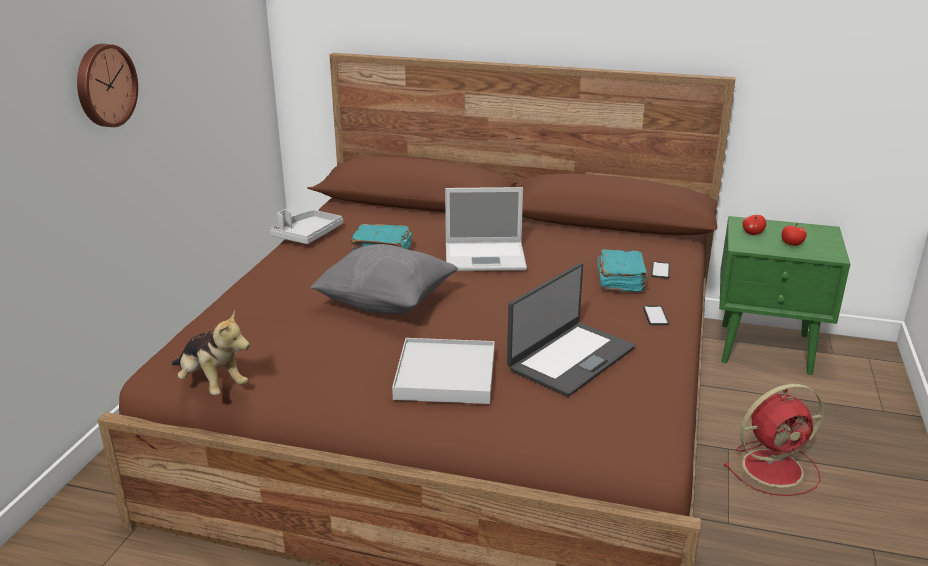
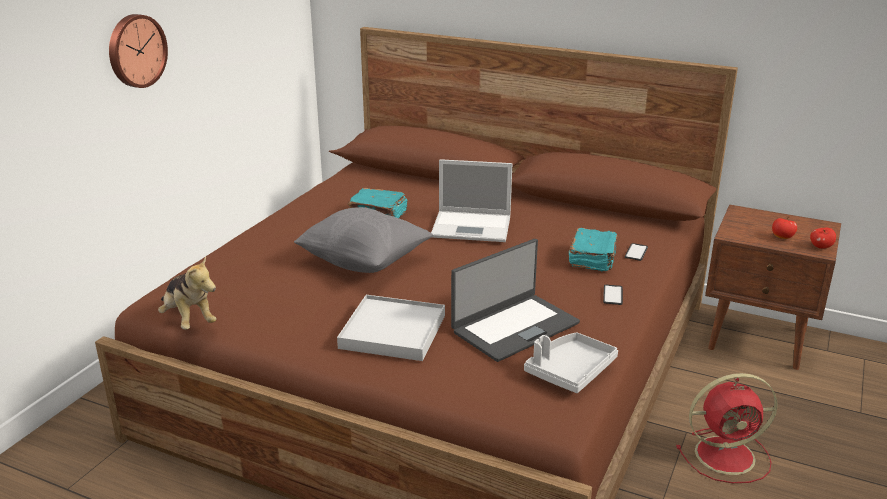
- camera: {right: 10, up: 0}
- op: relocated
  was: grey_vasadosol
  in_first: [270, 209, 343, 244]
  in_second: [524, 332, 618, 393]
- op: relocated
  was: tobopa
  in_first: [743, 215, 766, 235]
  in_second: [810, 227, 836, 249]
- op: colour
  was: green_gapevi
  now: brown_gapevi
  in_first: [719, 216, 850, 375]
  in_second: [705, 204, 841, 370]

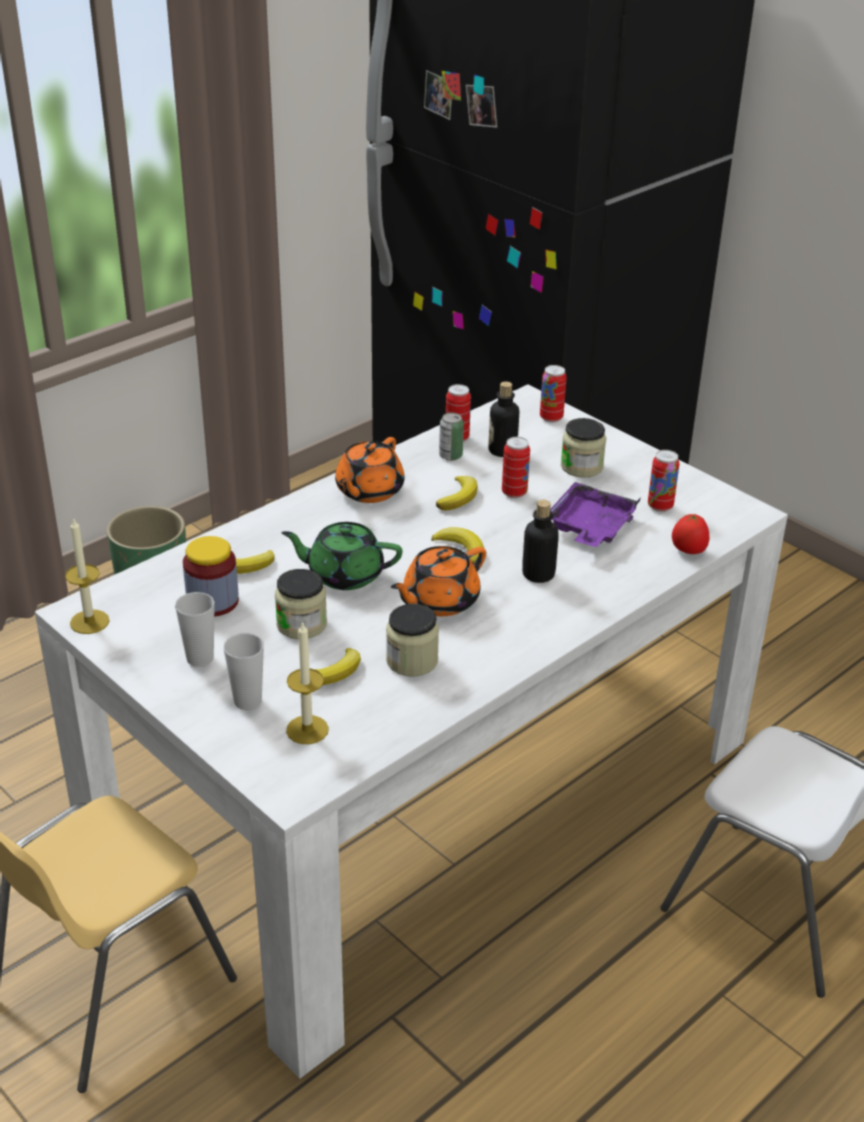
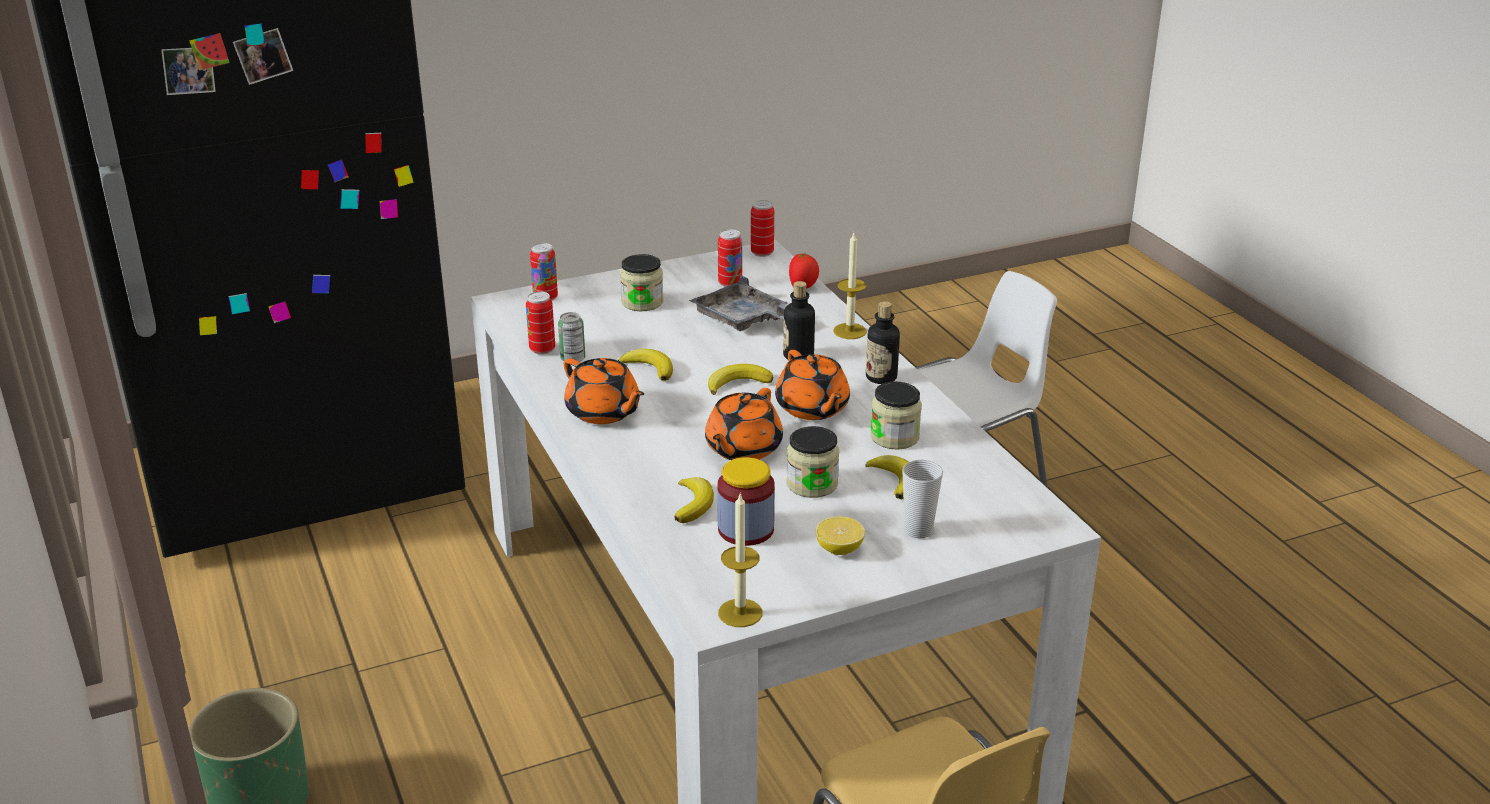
- camera: {right: -70, up: -5}
- op: relocated
  was: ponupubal
  in_first: [488, 381, 519, 457]
  in_second: [866, 301, 900, 384]
- op: relocated
  was: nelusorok
  in_first: [502, 437, 530, 498]
  in_second: [751, 200, 774, 257]
- op: colour
  was: purple_vasadosol
  now: grey_vasadosol
  in_first: [550, 482, 641, 547]
  in_second: [689, 275, 788, 331]
- op: colour
  was: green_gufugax
  now: orange_gufugax
  in_first: [281, 522, 402, 590]
  in_second: [705, 388, 783, 460]
- op: exchanged
  was: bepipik
  now: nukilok
  in_first: [175, 592, 215, 667]
  in_second: [815, 516, 865, 555]
- op: relocated
  was: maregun
  in_first: [286, 621, 329, 744]
  in_second: [833, 233, 867, 339]

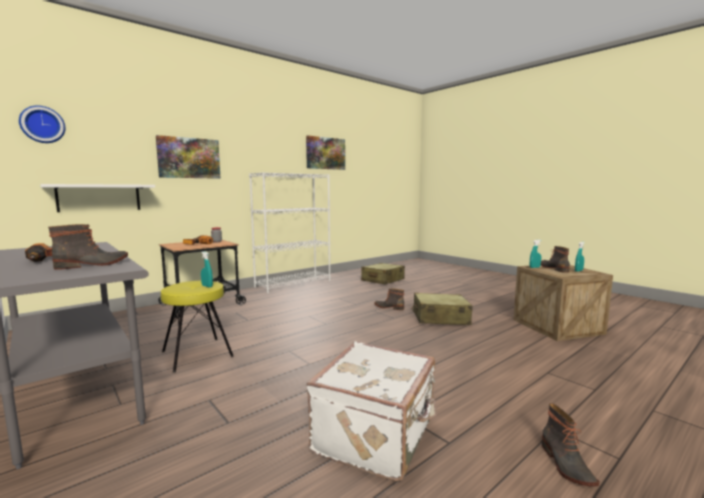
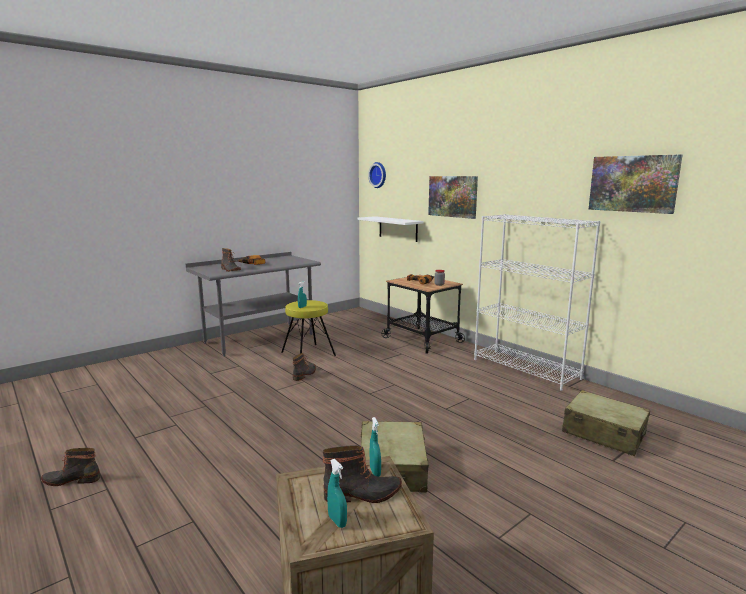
- camera: {right: 90, up: 5}
- op: relocated
  was: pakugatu
  in_first: [375, 288, 404, 310]
  in_second: [293, 353, 316, 381]
- op: missing
  was: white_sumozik
  in_first: [307, 341, 437, 481]

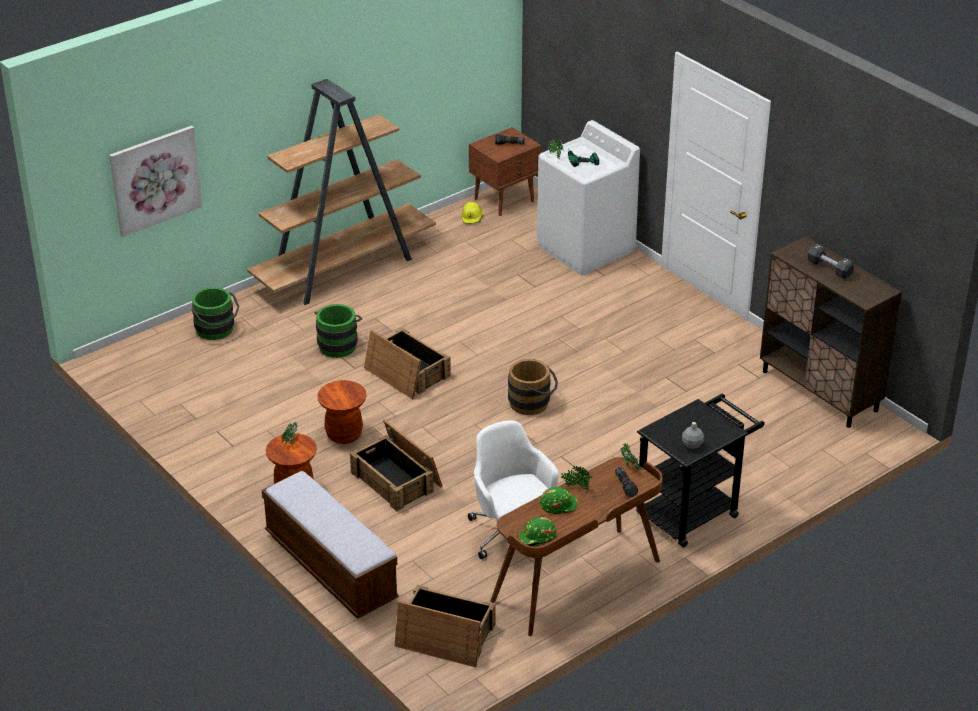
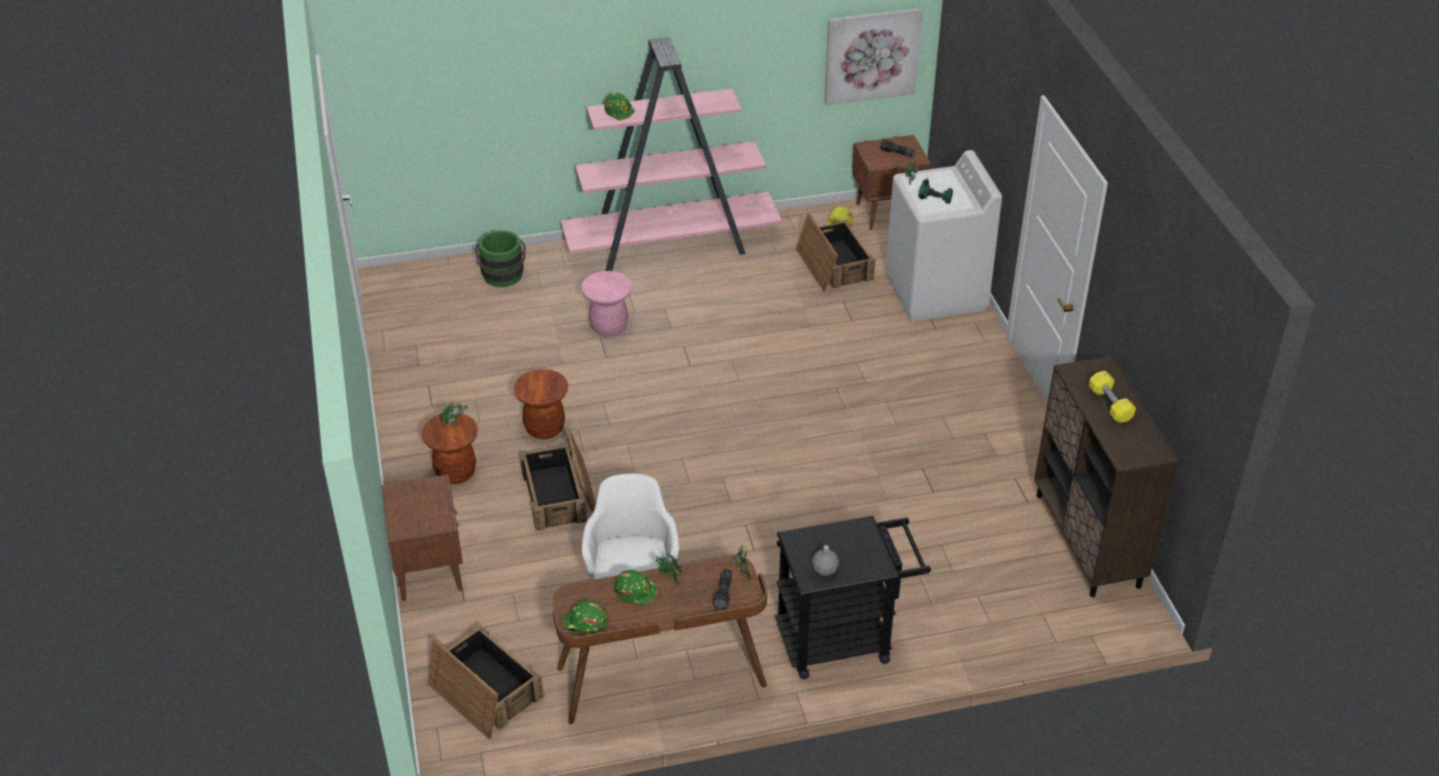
- camera: {right: 25, up: 5}
- op: colour
  was: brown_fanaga
  now: pink_fanaga
  in_first: [247, 79, 436, 305]
  in_second: [561, 37, 782, 271]
- op: relocated
  was: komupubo
  in_first: [109, 126, 202, 237]
  in_second: [824, 8, 923, 105]
- op: colour
  was: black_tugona
  now: yellow_tugona
  in_first: [807, 244, 854, 279]
  in_second: [1089, 371, 1136, 423]
- op: exchanged
  was: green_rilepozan
  now: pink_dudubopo
  in_first: [315, 304, 362, 358]
  in_second: [581, 271, 632, 336]
- op: relocated
  was: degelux
  in_first: [364, 328, 451, 400]
  in_second: [796, 213, 875, 292]
- op: missing
  was: brown_rilepozan
  in_first: [508, 359, 558, 415]
- op: exchanged
  was: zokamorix
  now: brown_gapevi
  in_first: [262, 471, 399, 619]
  in_second: [381, 474, 463, 601]
- op: appeared
  now: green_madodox
  in_second: [604, 93, 635, 121]

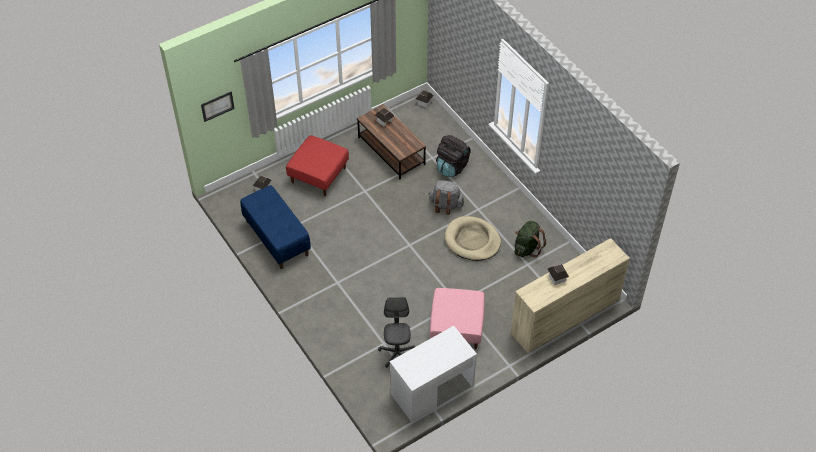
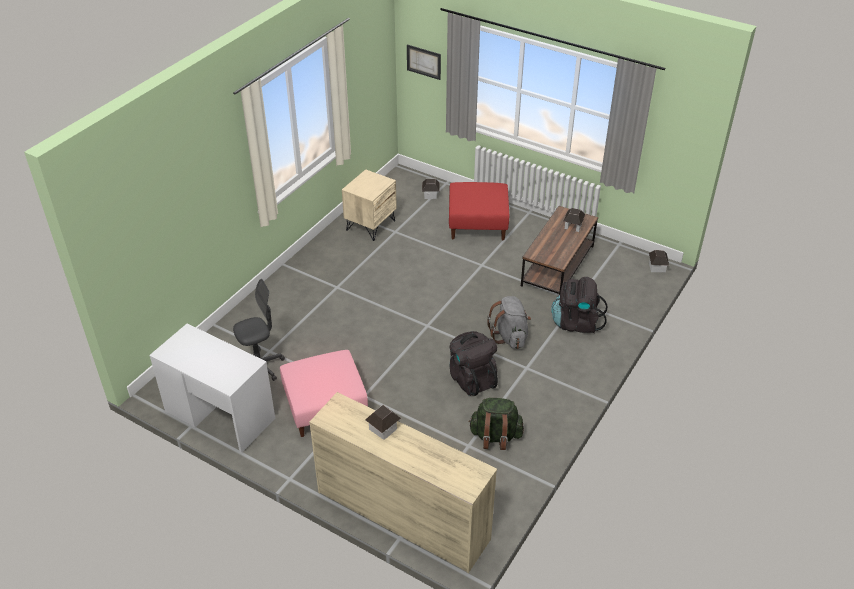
- camera: {right: 65, up: -10}
- op: exchanged
  was: blue_zokamorix
  now: beige_gapevi
  in_first: [240, 185, 311, 269]
  in_second: [342, 169, 397, 241]
- op: exchanged
  was: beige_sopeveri
  now: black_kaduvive
  in_first: [445, 216, 501, 261]
  in_second: [449, 331, 498, 396]

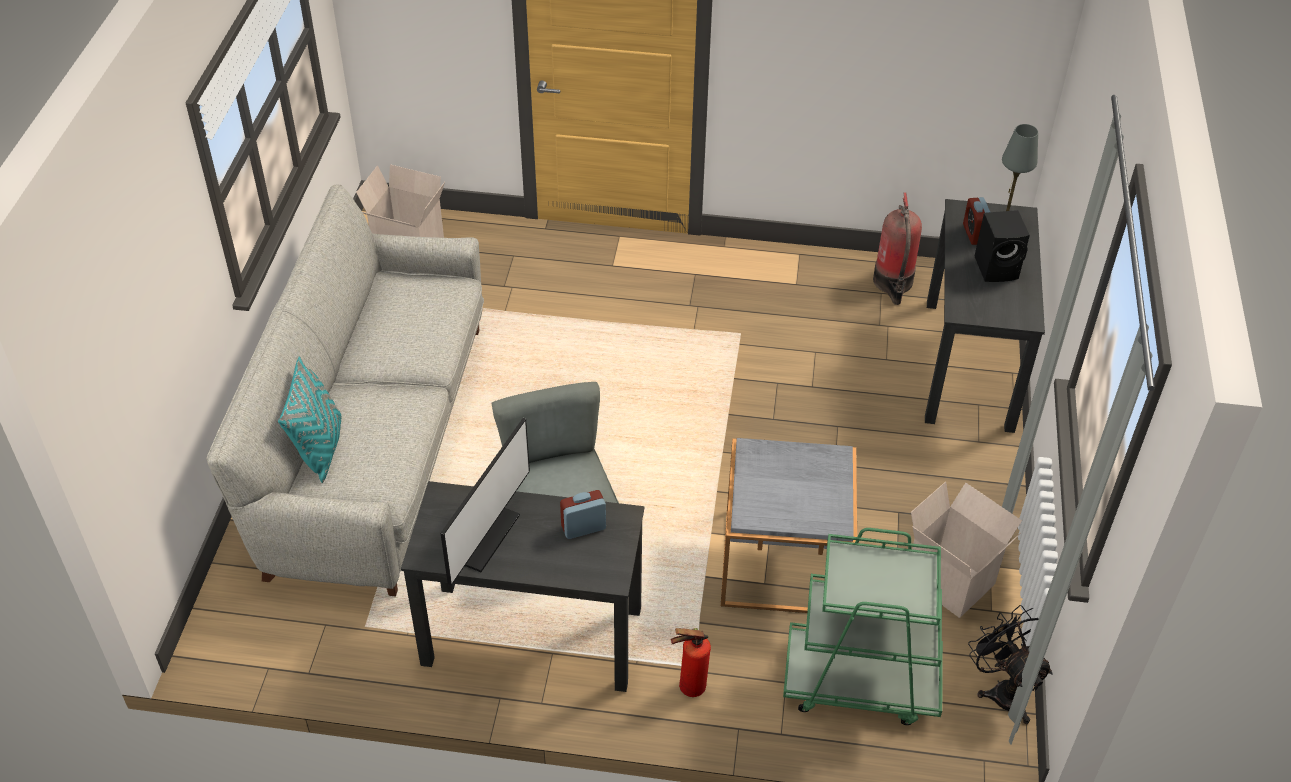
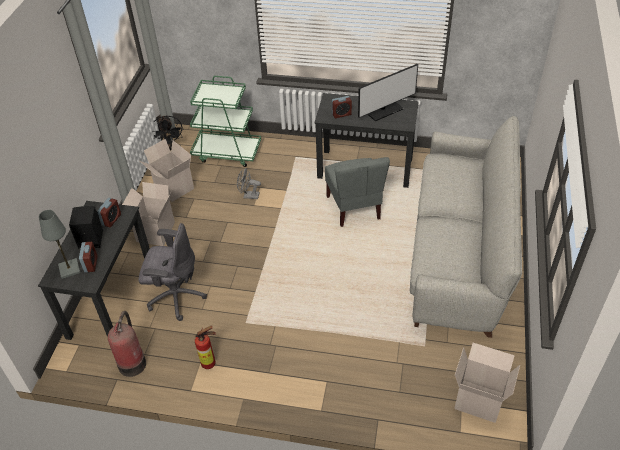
- camera: {right: -175, up: 0}
- op: missing
  was: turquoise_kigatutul
  in_first: [278, 356, 342, 483]
- op: spun
  was: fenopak
  in_first: [440, 418, 530, 586]
  in_second: [358, 64, 418, 122]
  clockwise: -150
- op: exchanged
  was: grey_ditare
  now: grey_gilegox
  in_first: [721, 438, 857, 613]
  in_second: [237, 168, 261, 199]
- op: relocated
  was: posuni
  in_first: [671, 628, 711, 697]
  in_second: [195, 326, 216, 369]
- op: appeared
  now: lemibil
  in_second: [122, 182, 175, 246]
- op: appeared
  now: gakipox
  in_second: [97, 198, 121, 227]
- op: appeared
  now: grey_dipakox
  in_second: [139, 223, 207, 321]

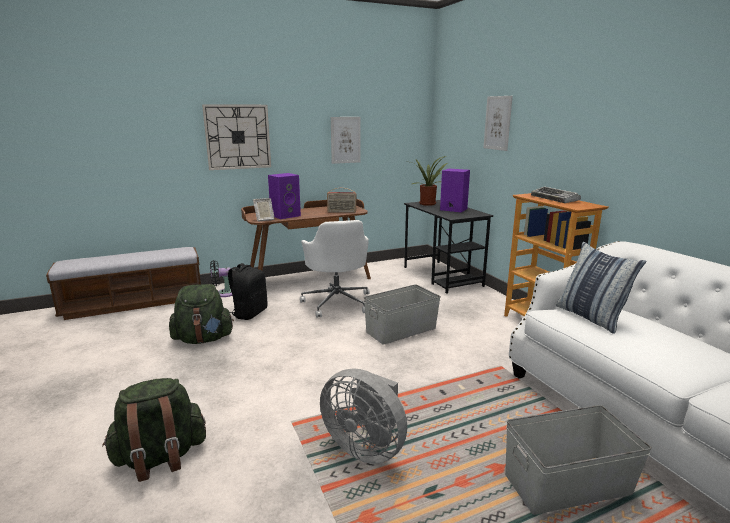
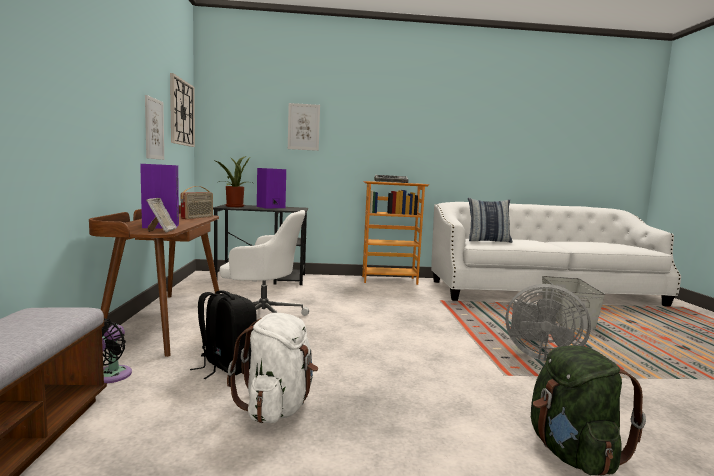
- camera: {right: -70, up: -10}
- op: relocated
  was: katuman
  in_first: [202, 104, 271, 170]
  in_second: [170, 73, 195, 147]
- op: colour
  was: green_kaduvive
  now: white_kaduvive
  in_first: [169, 284, 234, 344]
  in_second: [227, 313, 318, 423]
- op: missing
  was: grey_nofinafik
  in_first: [364, 284, 441, 345]
- op: spun
  was: grey_gilegox
  in_first: [320, 368, 407, 464]
  in_second: [506, 284, 591, 361]
  clockwise: 60

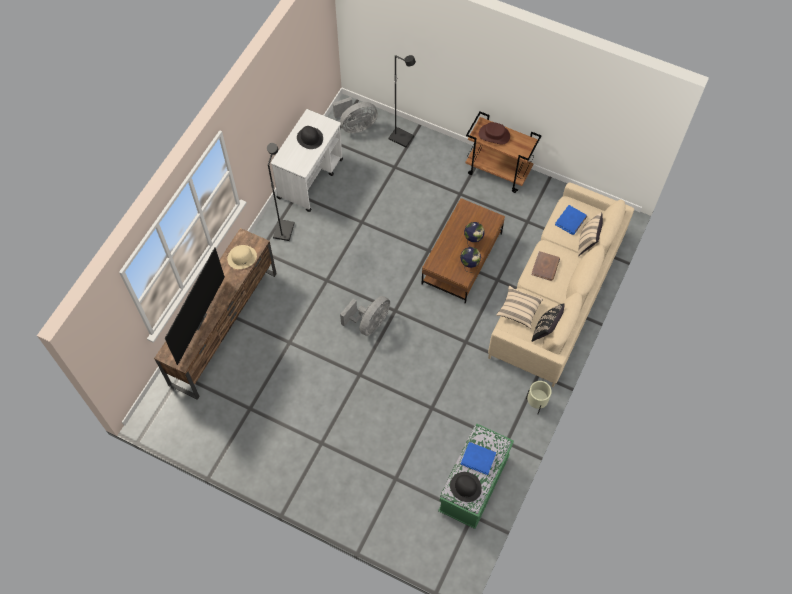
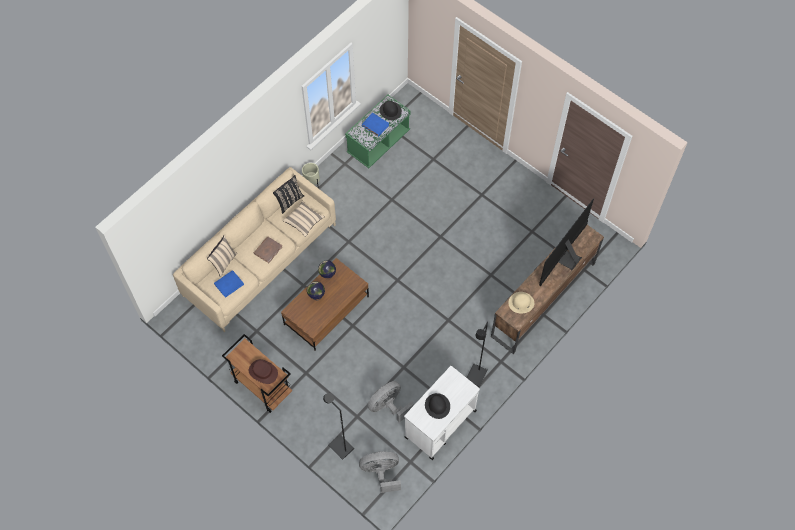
- camera: {right: -165, up: 0}
- op: relocated
  was: grey_gilegox
  in_first: [340, 296, 390, 336]
  in_second: [367, 381, 414, 422]

